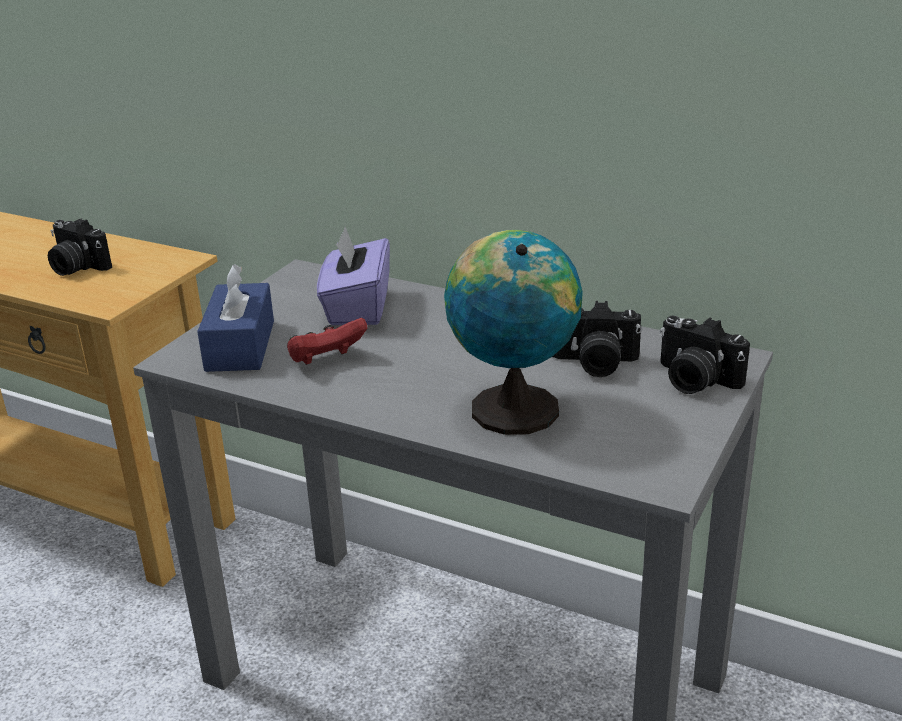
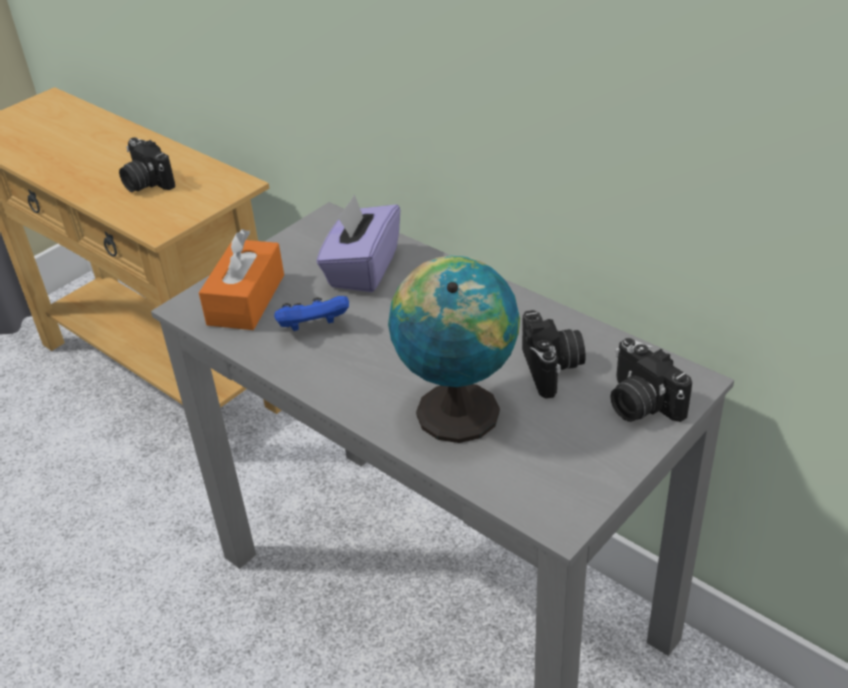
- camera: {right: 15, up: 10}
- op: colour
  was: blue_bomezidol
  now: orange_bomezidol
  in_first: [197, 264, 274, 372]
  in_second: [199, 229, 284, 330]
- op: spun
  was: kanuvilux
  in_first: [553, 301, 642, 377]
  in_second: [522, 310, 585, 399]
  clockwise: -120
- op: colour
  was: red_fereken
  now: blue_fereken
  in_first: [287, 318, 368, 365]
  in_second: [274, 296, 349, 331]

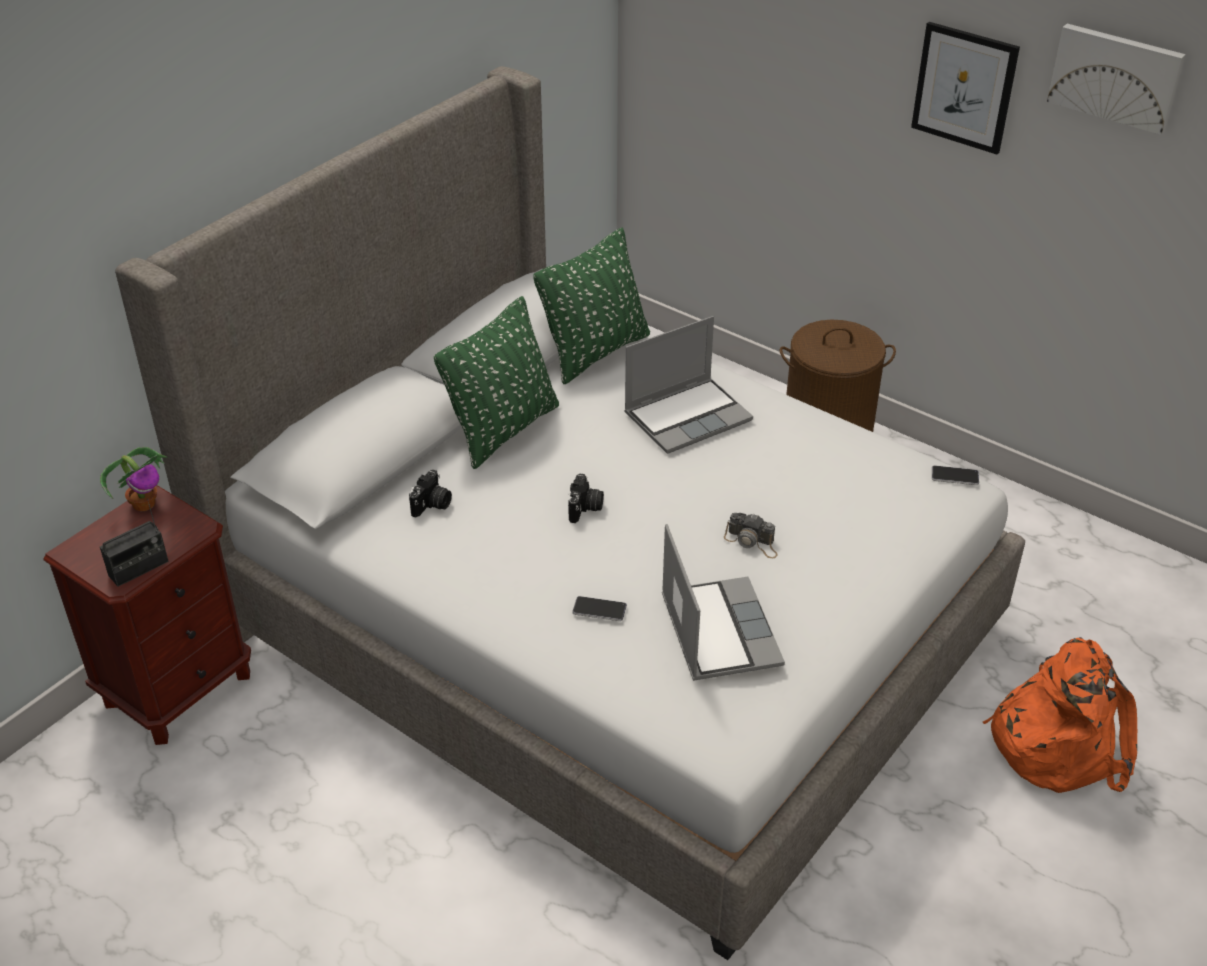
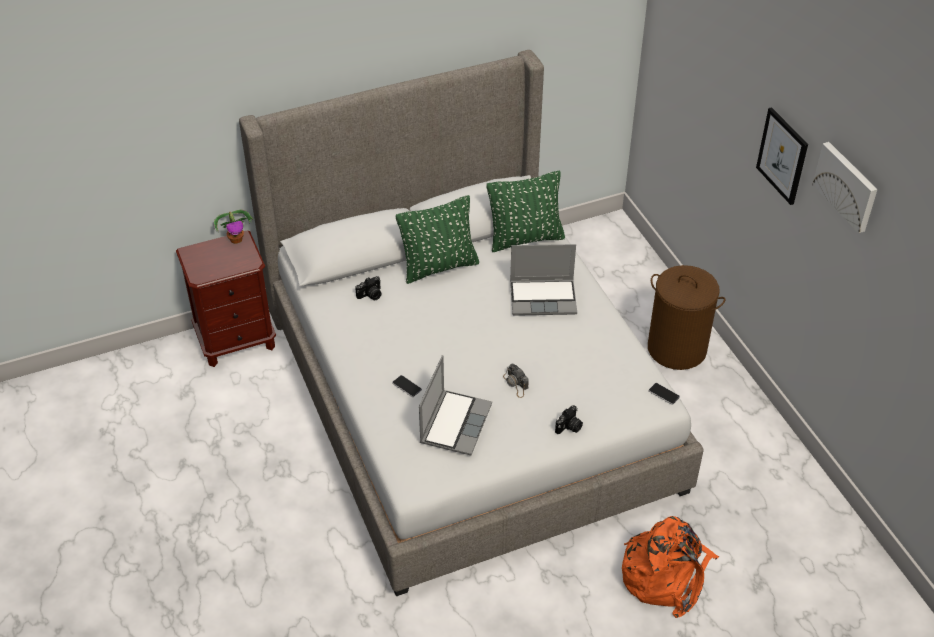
- camera: {right: 30, up: 5}
- op: relocated
  was: kanuvilux
  in_first: [568, 474, 604, 523]
  in_second: [555, 405, 583, 434]
- op: missing
  was: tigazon
  in_first: [100, 499, 169, 587]

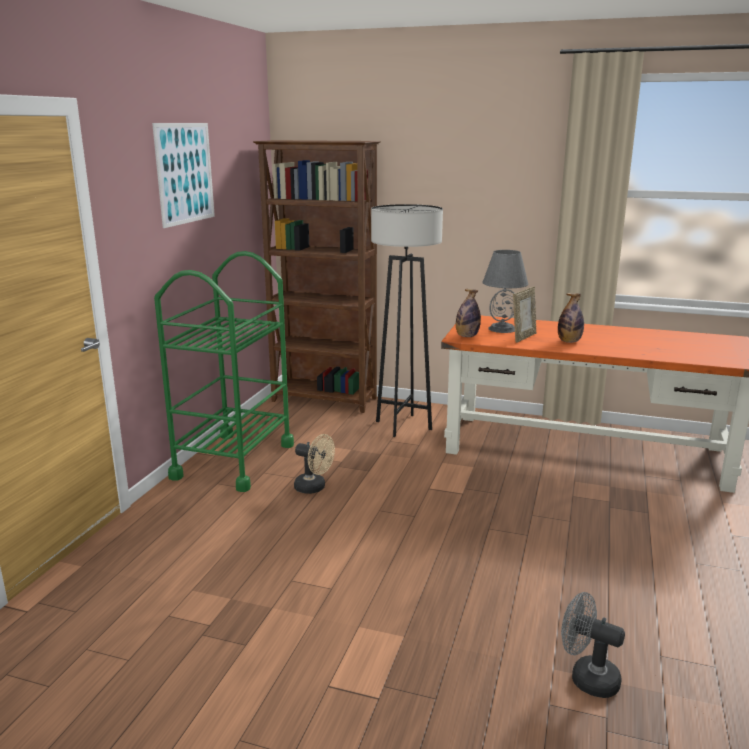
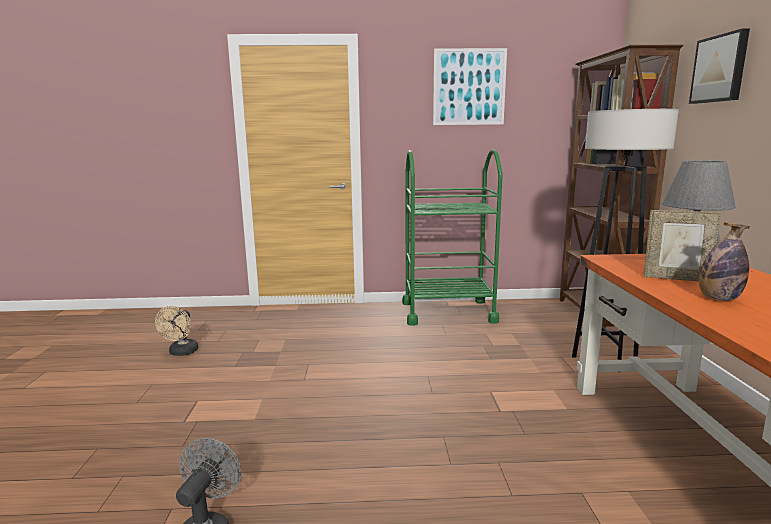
- camera: {right: 70, up: -5}
- op: missing
  was: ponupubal
  in_first: [456, 289, 481, 337]
- op: relocated
  was: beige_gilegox
  in_first: [294, 434, 335, 494]
  in_second: [155, 306, 198, 356]
- op: appeared
  now: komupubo
  in_second: [689, 28, 750, 104]

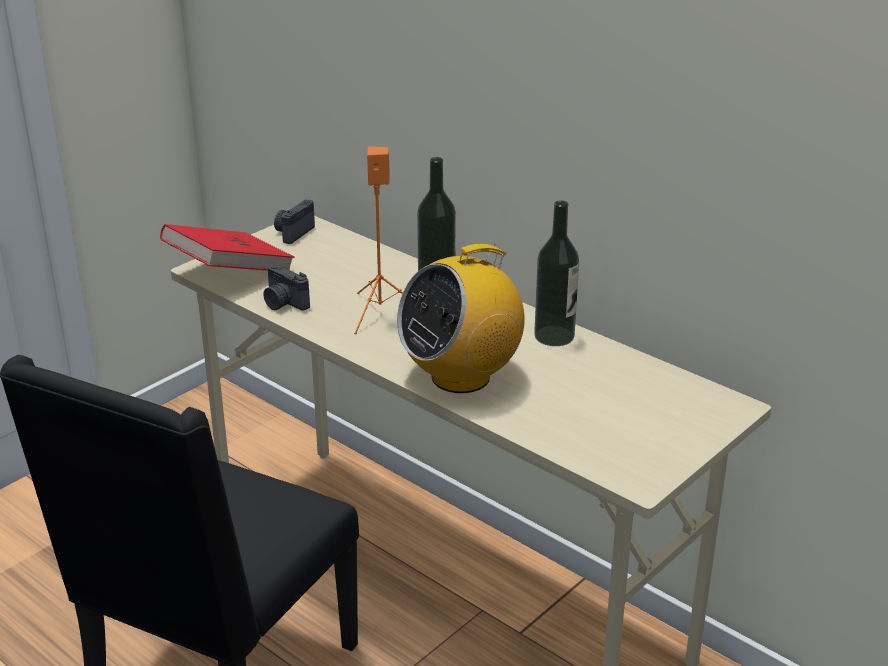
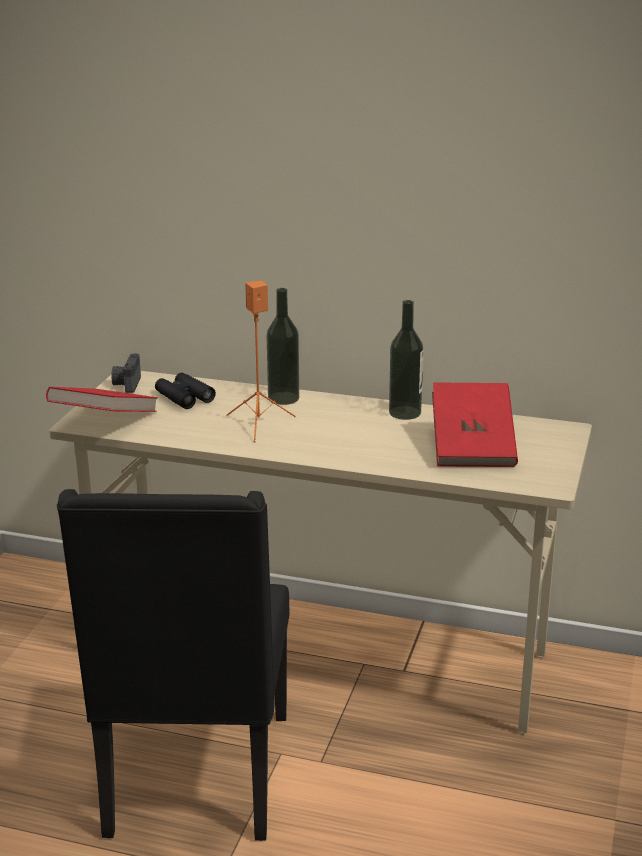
- camera: {right: -25, up: -5}
- op: missing
  was: tigazon
  in_first: [397, 243, 524, 393]
- op: missing
  was: kanuvilux
  in_first: [263, 264, 310, 311]
- op: appeared
  now: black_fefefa
  in_second: [155, 373, 216, 409]
- op: appeared
  now: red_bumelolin
  in_second: [432, 382, 518, 467]

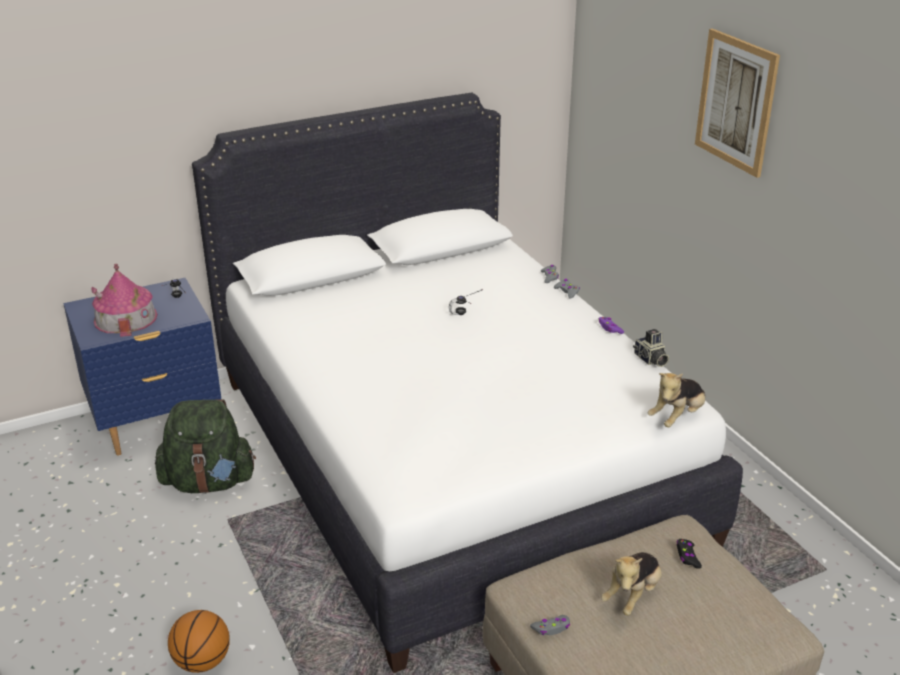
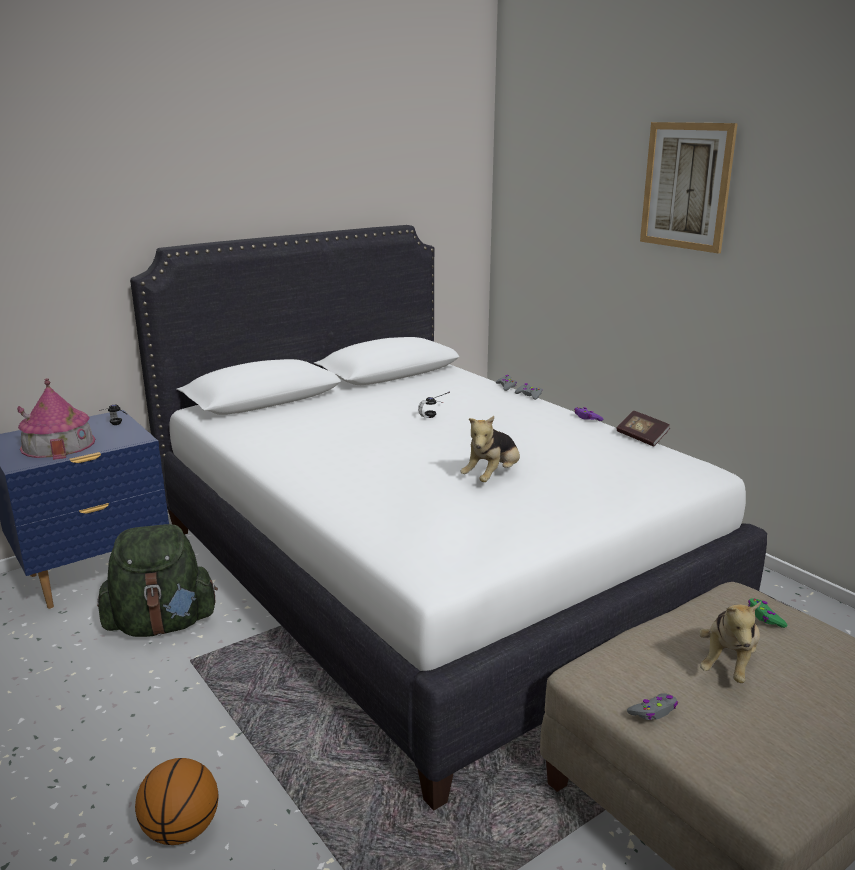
- camera: {right: -10, up: -10}
- op: exchanged
  was: kanuvilux
  now: bumelolin
  in_first: [633, 329, 669, 367]
  in_second: [617, 411, 670, 446]
- op: relocated
  was: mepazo
  in_first: [647, 373, 706, 427]
  in_second: [460, 416, 520, 482]
- op: colour
  was: black_fereken
  now: green_fereken
  in_first: [676, 539, 702, 569]
  in_second: [748, 598, 788, 628]

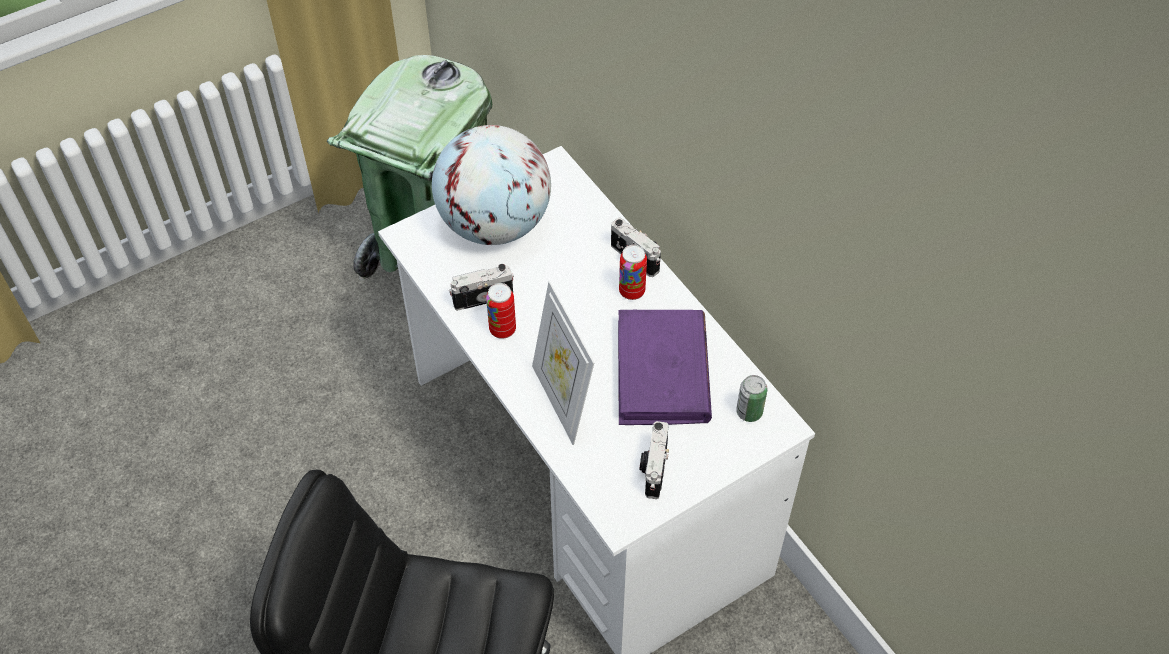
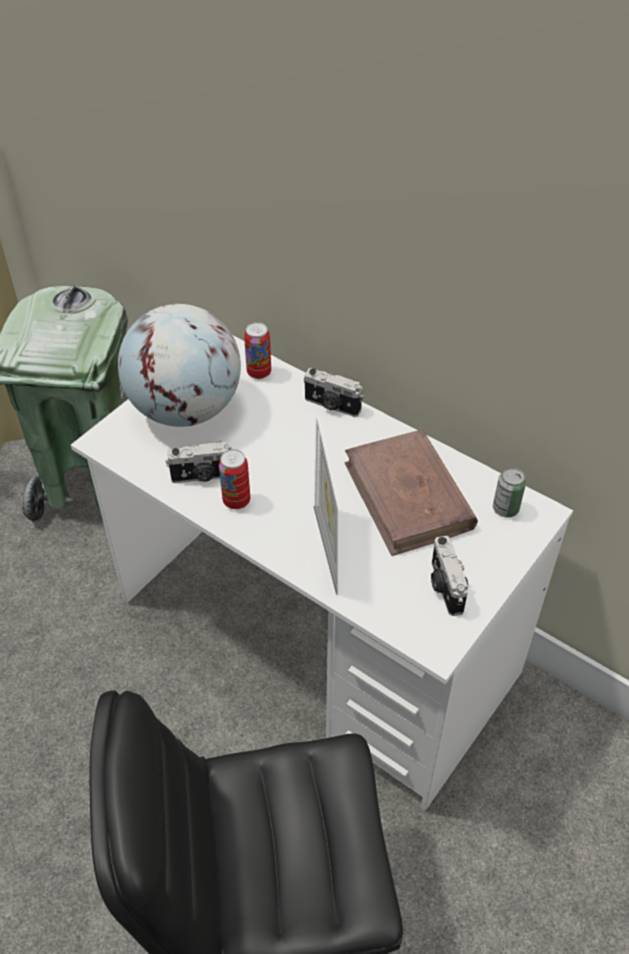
- camera: {right: -20, up: -5}
- op: relocated
  was: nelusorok
  in_first: [619, 245, 647, 300]
  in_second: [244, 322, 271, 379]
- op: spun
  was: kanuvilux
  in_first: [449, 264, 514, 311]
  in_second: [166, 441, 232, 483]
  clockwise: -150
- op: spun
  was: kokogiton
  in_first: [532, 281, 594, 445]
  in_second: [313, 418, 338, 595]
  clockwise: -135
- op: colour
  was: purple_bumelolin
  now: brown_bumelolin
  in_first: [618, 310, 712, 425]
  in_second: [345, 429, 478, 556]

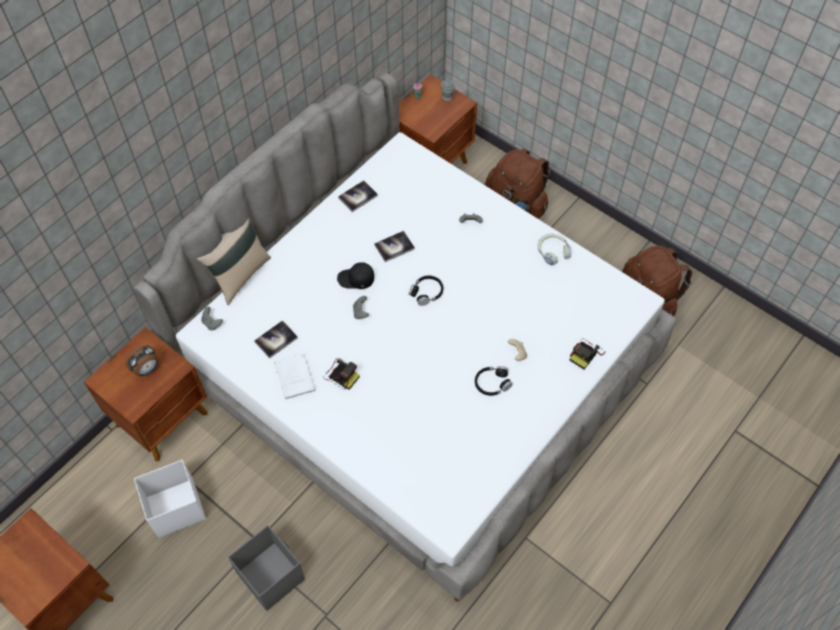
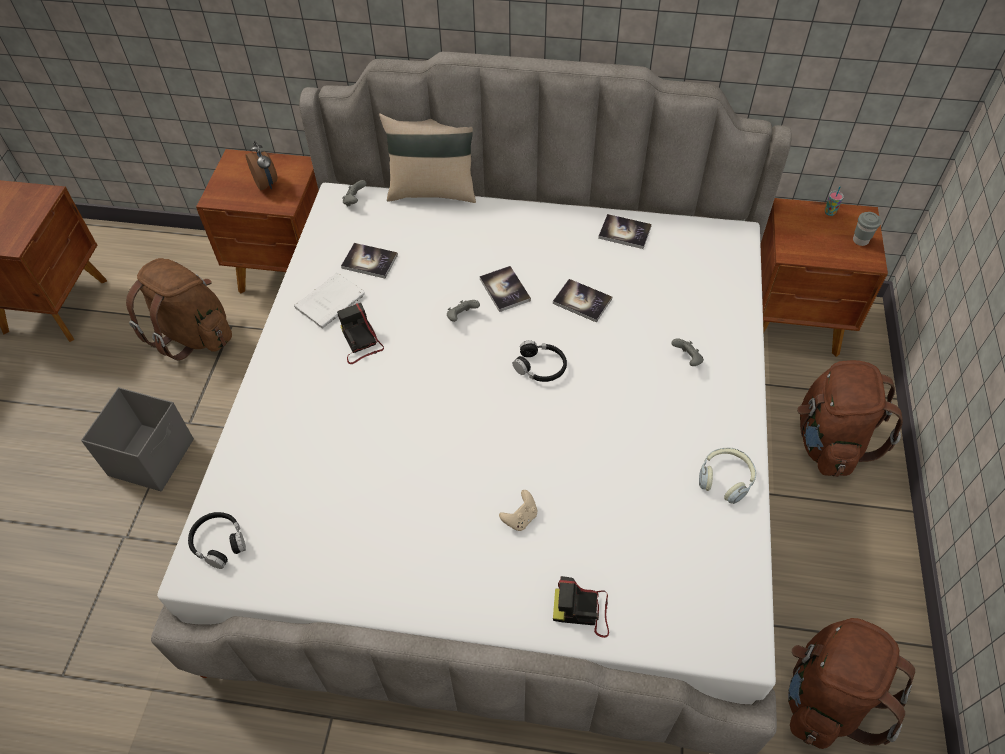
- camera: {right: 60, up: -5}
- op: exchanged
  was: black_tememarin
  now: bumelolin
  in_first: [337, 262, 374, 289]
  in_second: [480, 266, 531, 312]
- op: spun
  was: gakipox
  in_first: [125, 345, 158, 376]
  in_second: [246, 141, 277, 190]
  clockwise: -135
- op: spun
  was: kanuvilux
  in_first: [323, 358, 360, 390]
  in_second: [337, 303, 384, 364]
  clockwise: 150
- op: relocated
  was: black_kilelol
  in_first: [475, 366, 513, 396]
  in_second: [188, 512, 246, 569]
- op: exchanged
  was: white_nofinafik
  now: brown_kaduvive
  in_first: [134, 460, 206, 538]
  in_second: [126, 258, 232, 361]

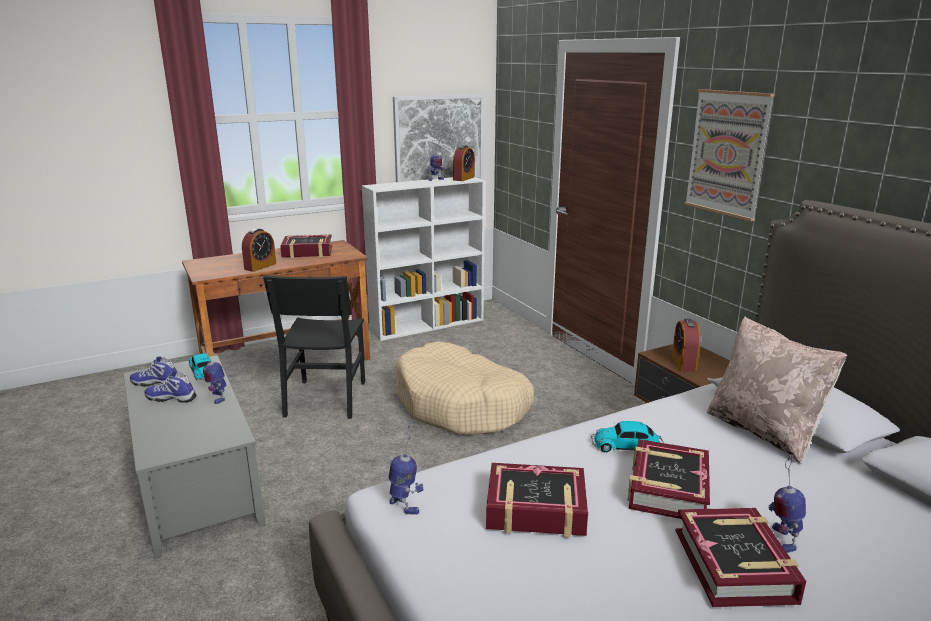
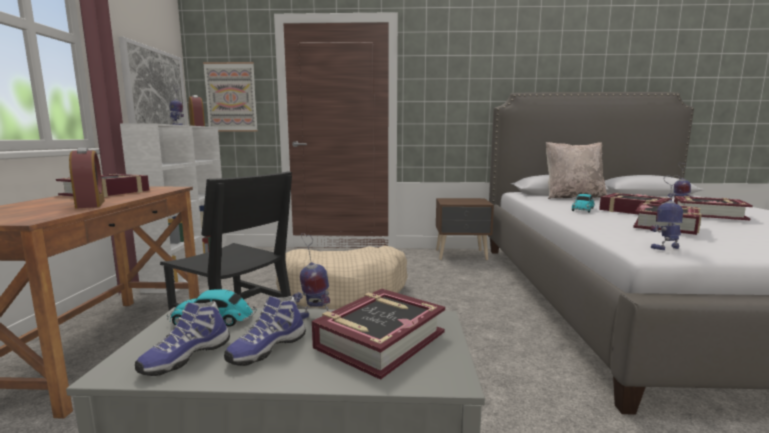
- camera: {right: -60, up: -10}
- op: relocated
  was: komupubo
  in_first: [684, 89, 775, 221]
  in_second: [203, 62, 258, 132]
- op: missing
  was: gakipox
  in_first: [672, 319, 700, 372]
- op: appeared
  now: bumelolin
  in_second: [312, 289, 445, 380]

